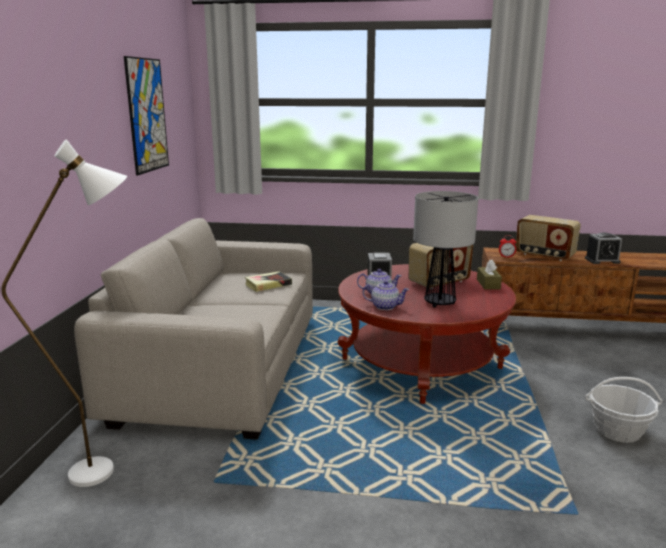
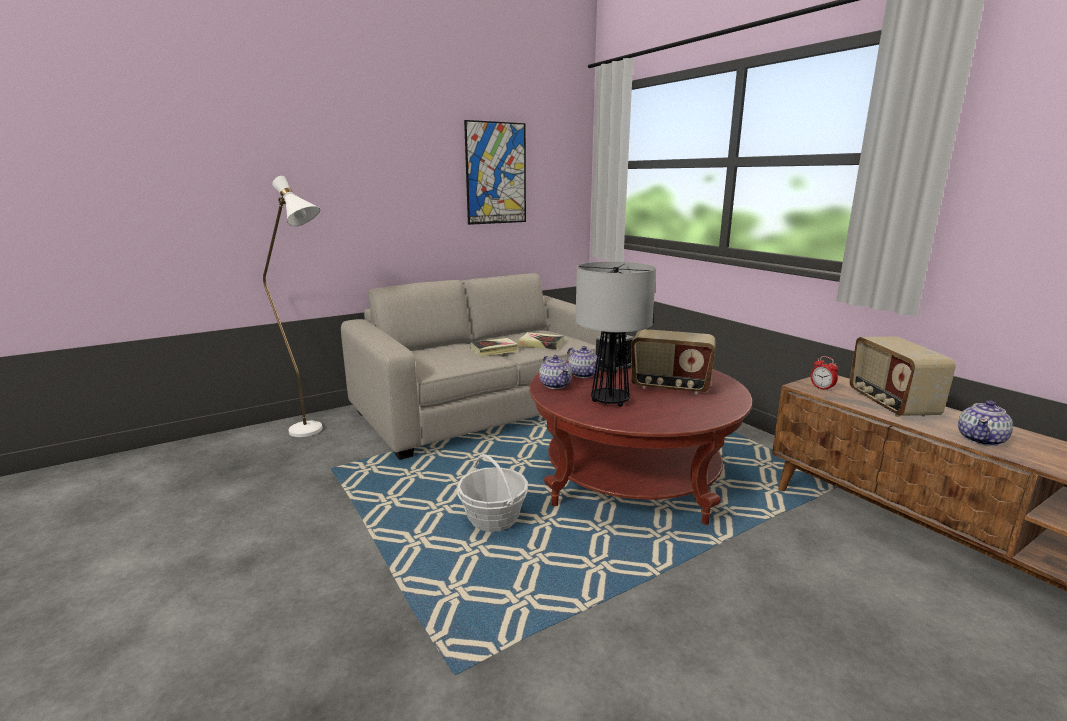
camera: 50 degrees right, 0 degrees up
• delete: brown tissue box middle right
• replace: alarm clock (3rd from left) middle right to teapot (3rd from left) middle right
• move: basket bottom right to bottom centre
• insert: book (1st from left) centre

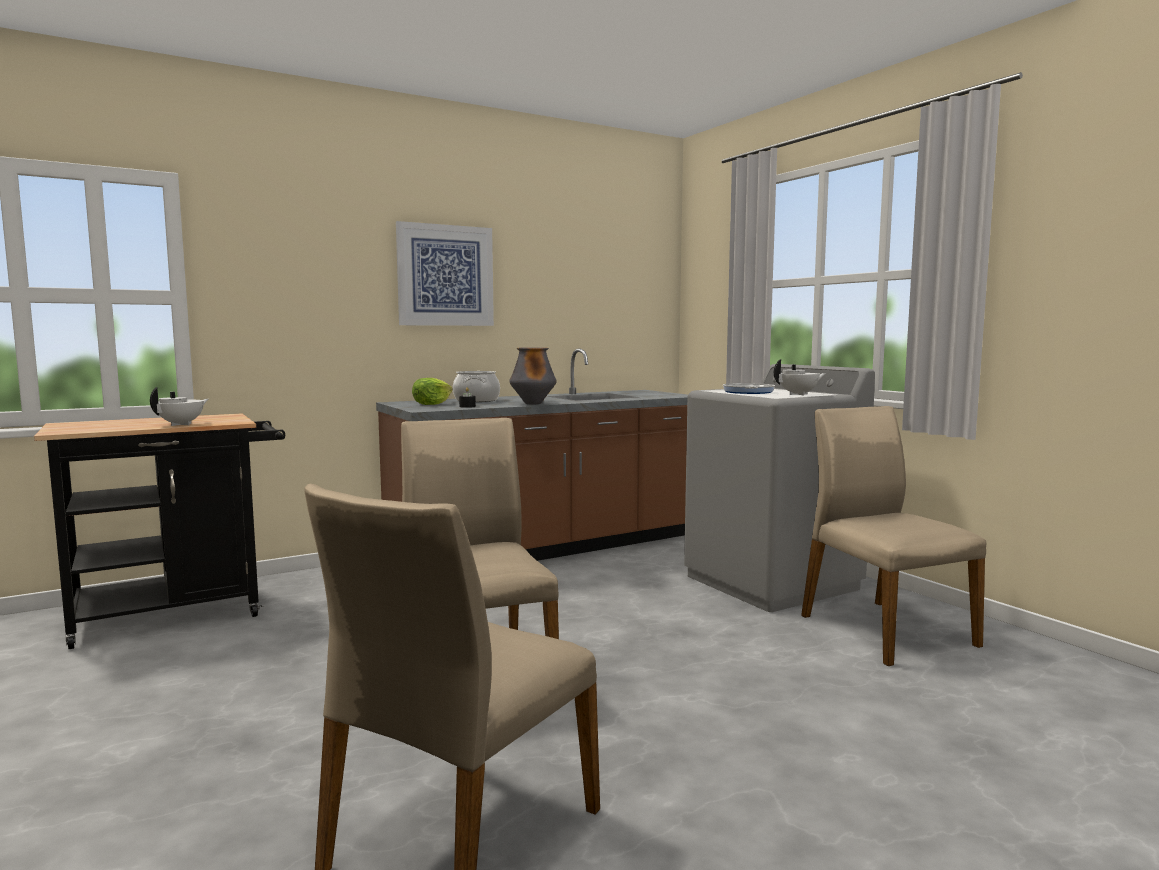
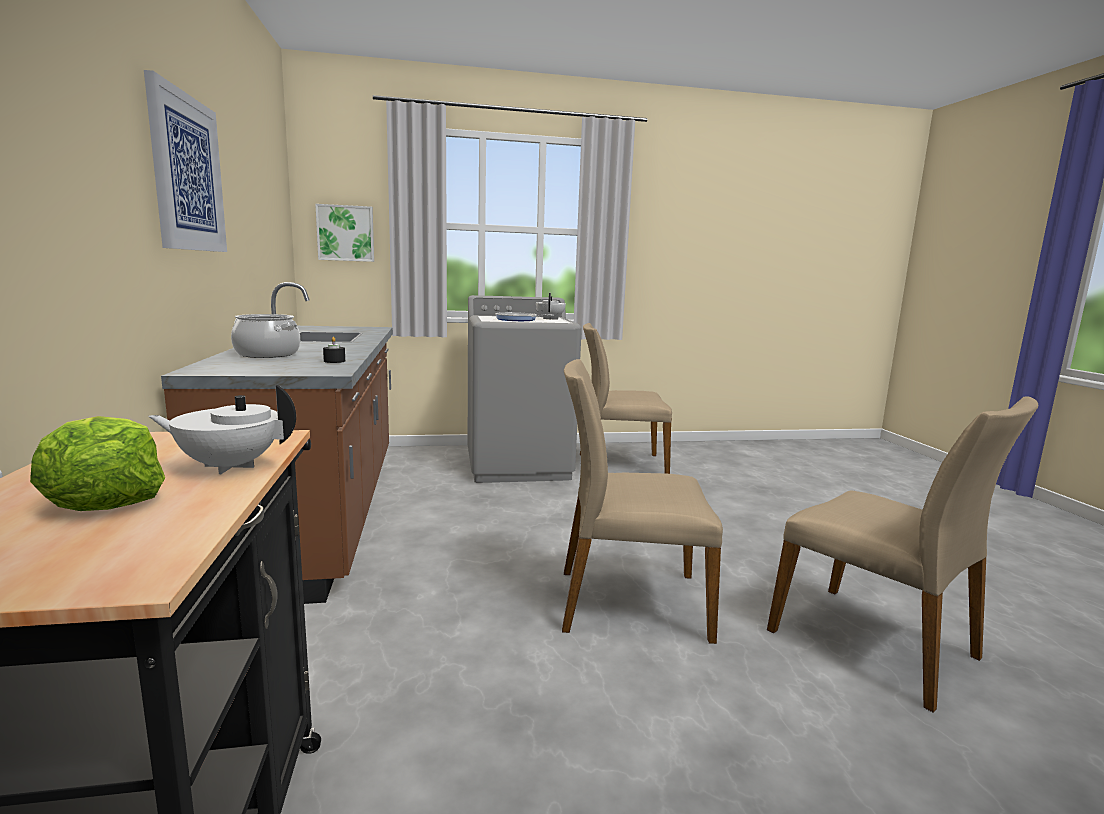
camera: 70 degrees left, 5 degrees up
• rotate: white teapot (1st from left) middle left = middle left 45 degrees counterclockwise
• move: lettuce centre to middle left
• delete: vase centre
• insert: picture (2nd from left) top left

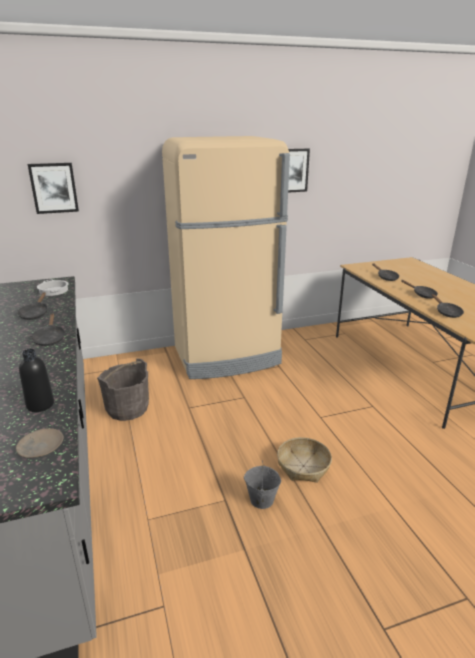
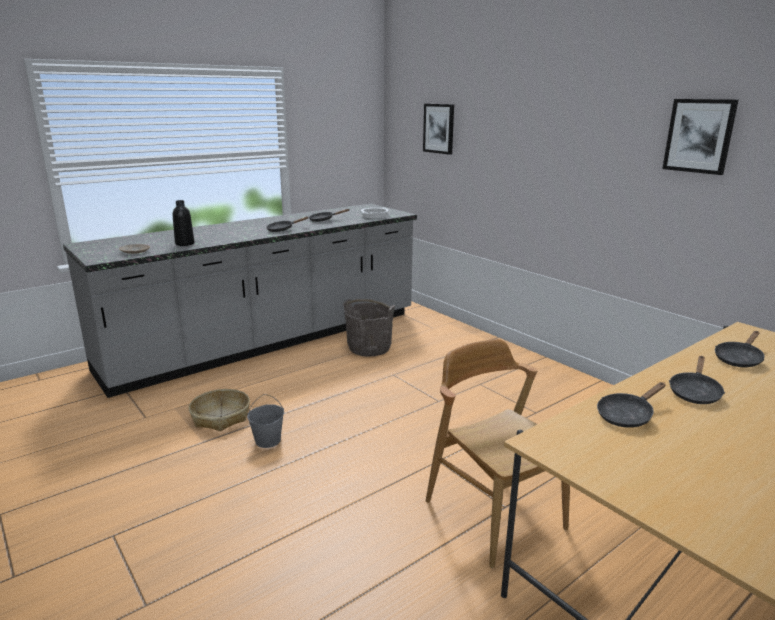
camera: 70 degrees right, 5 degrees down
• delete: beige fridge centre
• move: basket bottom centre to middle left
• insert: brown chair bottom centre

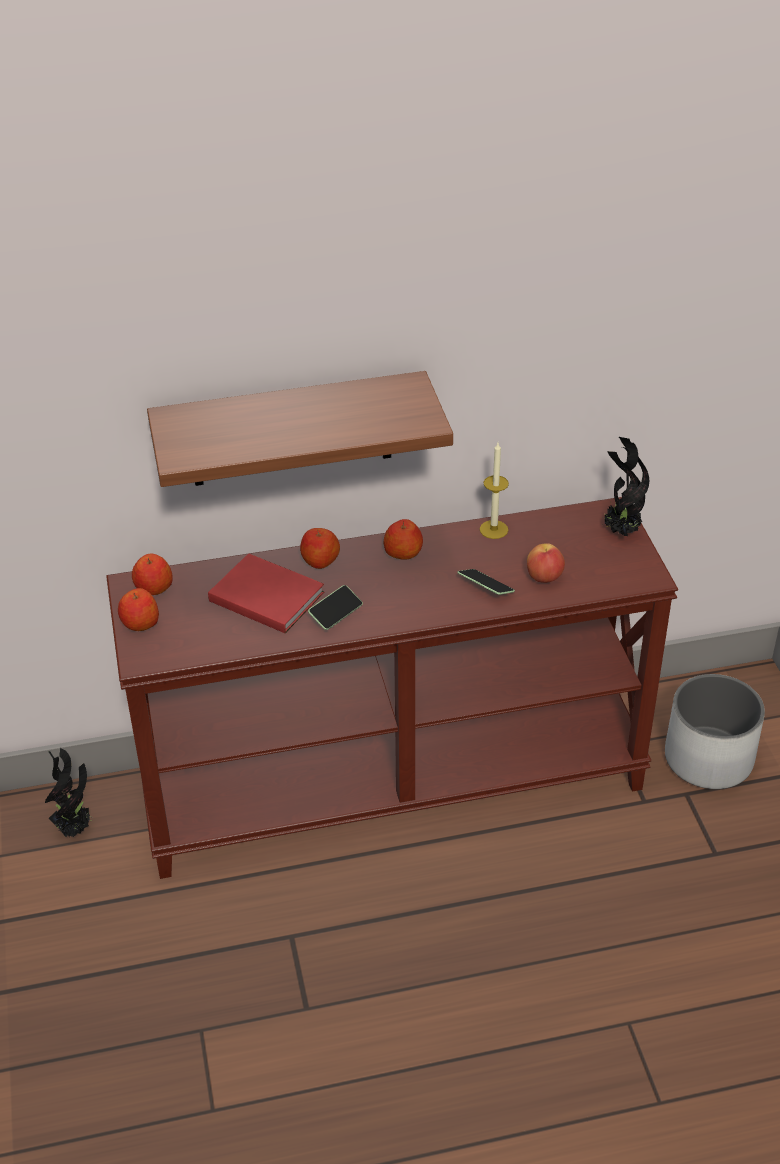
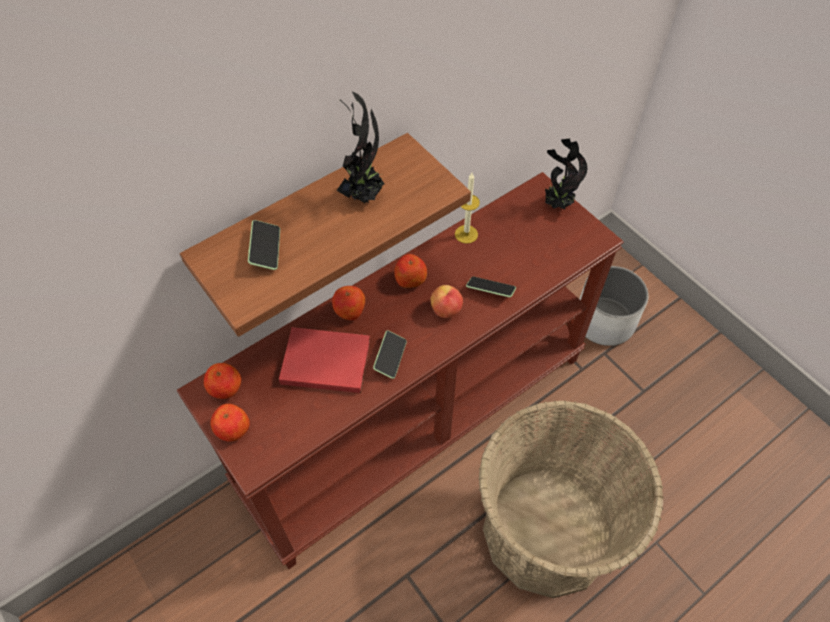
camera: 25 degrees left, 15 degrees up
• move: potted plant (1st from left) bottom left to top centre
• move: apple (5th from left) middle right to centre
• insert: phone (1st from left) middle left
• insert: basket bottom right

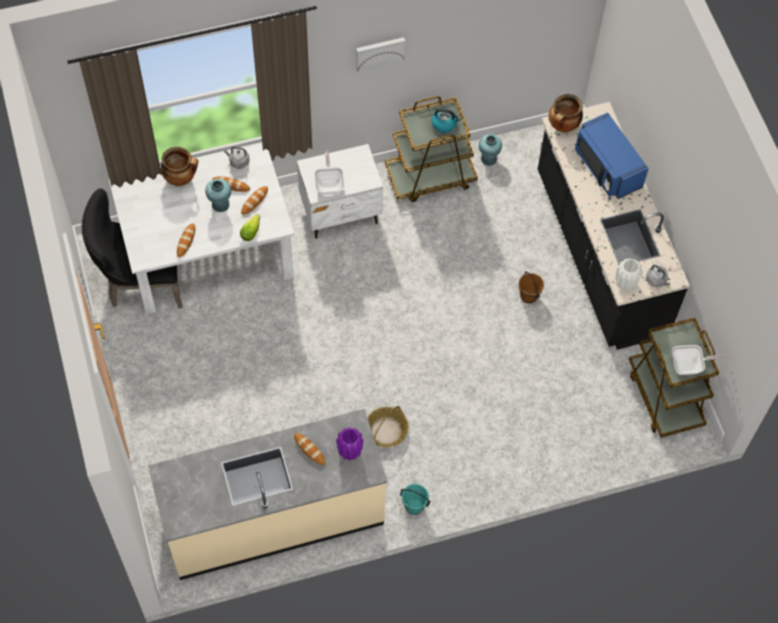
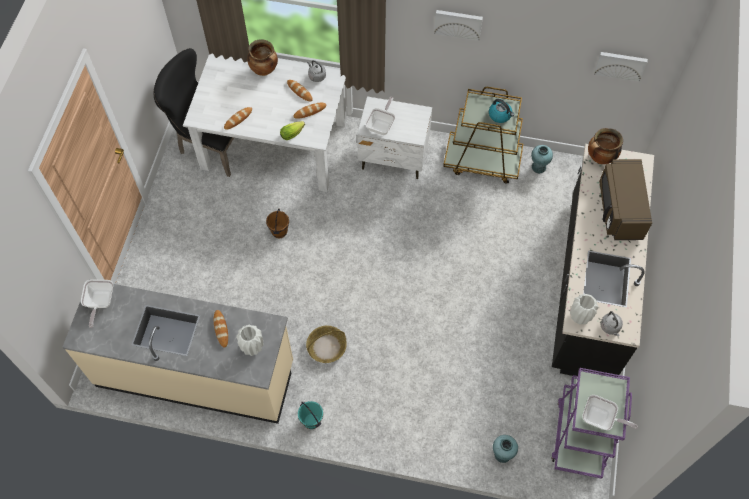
camera: 30 degrees right, 0 degrees up
• move: turquoise vase (1st from left) top left to bottom right
• recolor: purple vase bottom centre to white vase (1st from left) bottom left
• move: brown bucket middle right to centre
• recolor: blue microwave top right to brown microwave middle right
• recolor: brown cart (2nd from left) middle right to purple cart bottom right
• insert: frying pan (1st from left) middle left
• insert: picture (2nd from left) top right

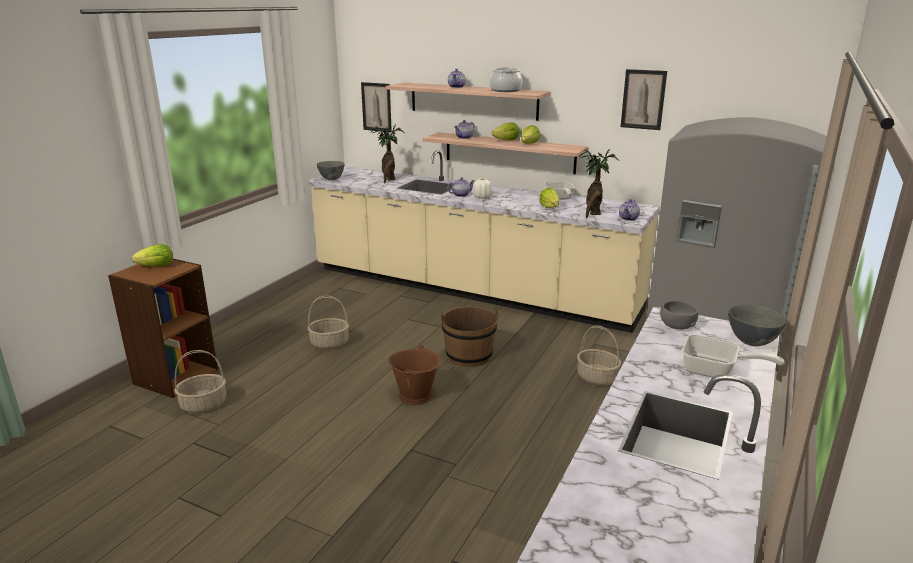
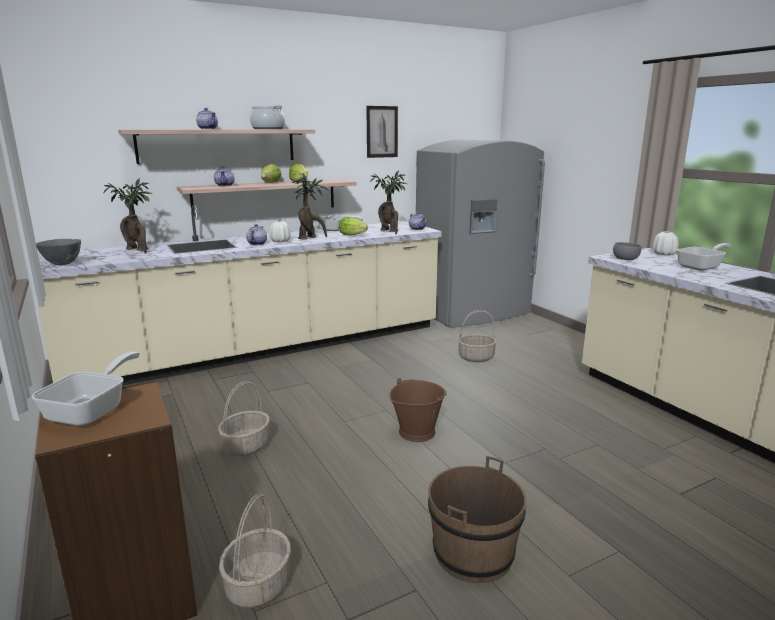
camera: 55 degrees left, 5 degrees down
• replace: lettuce (1st from left) middle left to frying pan (1st from left) middle left
• delete: picture (1st from left) top centre
• move: brown bucket (2nd from left) centre to bottom centre
• replace: grey bowl (3rd from left) middle right to white vase (2nd from left) middle right
• insert: potted plant (2nd from left) top centre

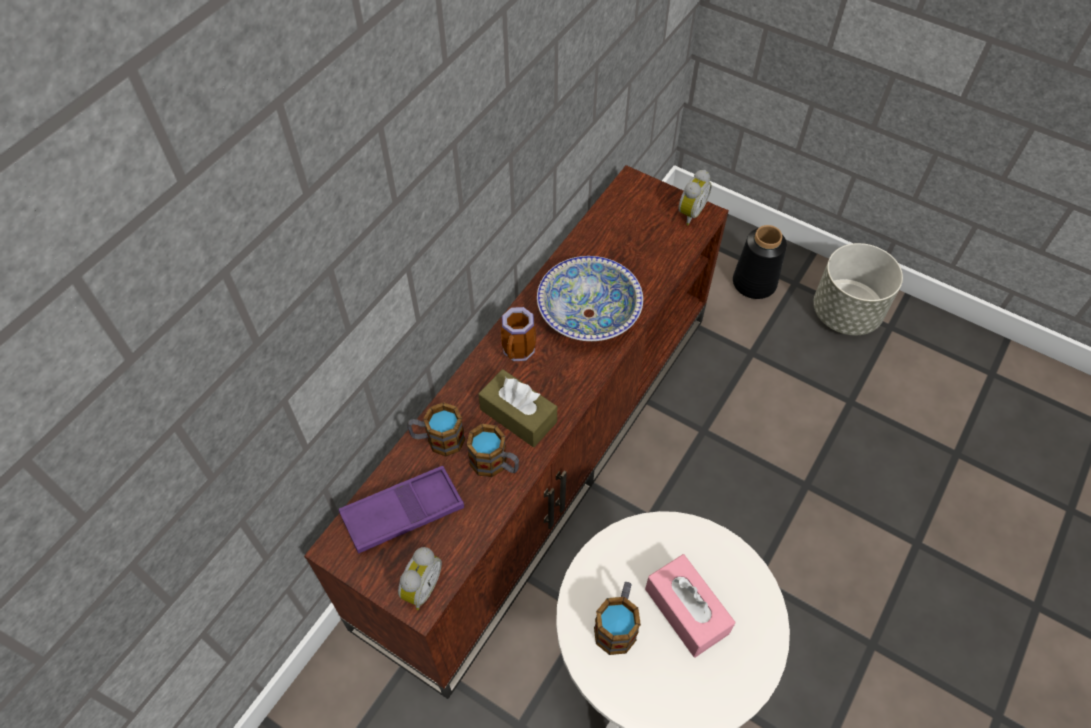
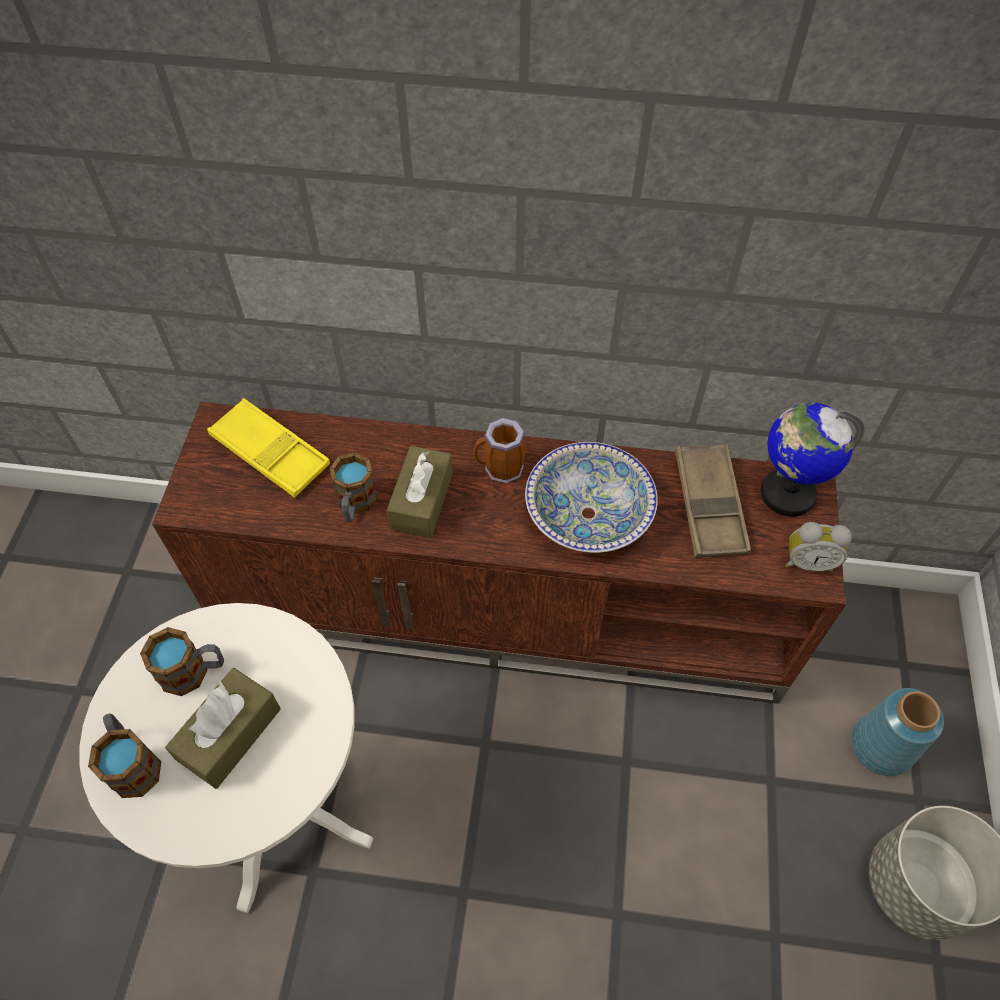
camera: 65 degrees right, 0 degrees up
• recolor: purple tray bottom centre to yellow tray middle left
• delete: alarm clock (1st from left) bottom centre
• move: mug (1st from left) centre to bottom left
• recolor: pink tissue box bottom centre to brown tissue box (1st from left) bottom left
• recolor: black vase middle right to blue vase bottom right
• insert: brown tray middle right
• insert: globe middle right

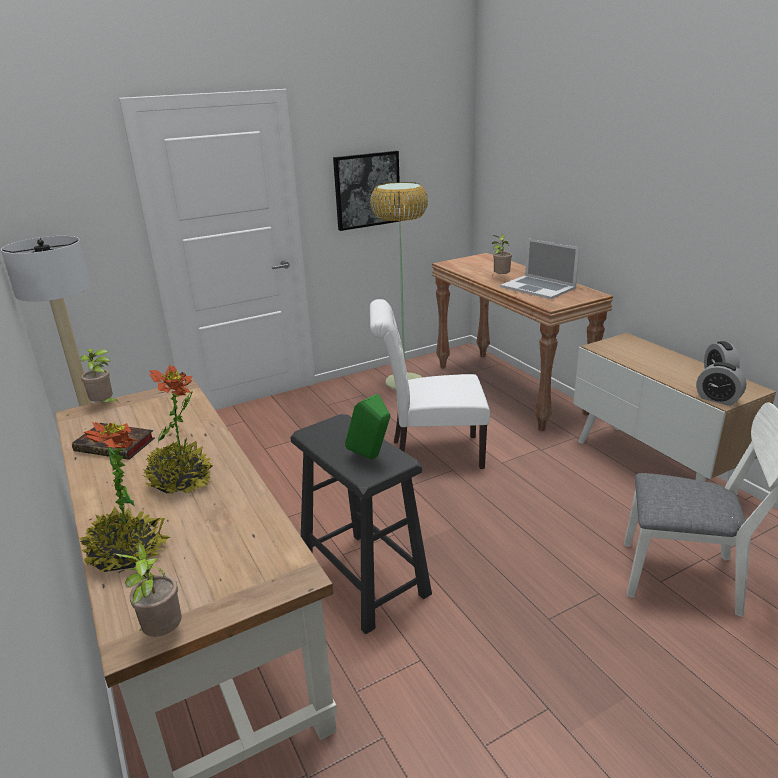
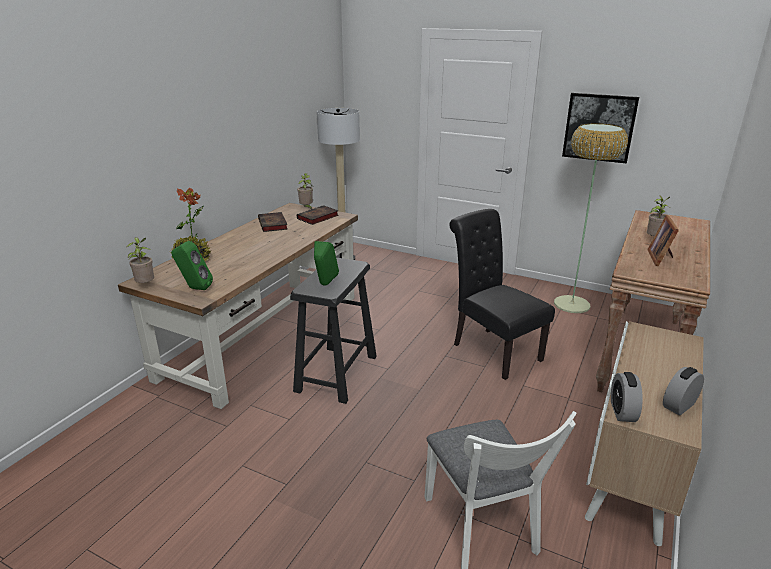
camera: 55 degrees right, 0 degrees up
• delete: potted plant (4th from left) middle left
• recolor: white chair (1st from left) centre to black chair centre
• replace: laptop middle right to picture frame middle right
• insert: green speaker (1st from left) middle left
• insert: book (2nd from left) centre

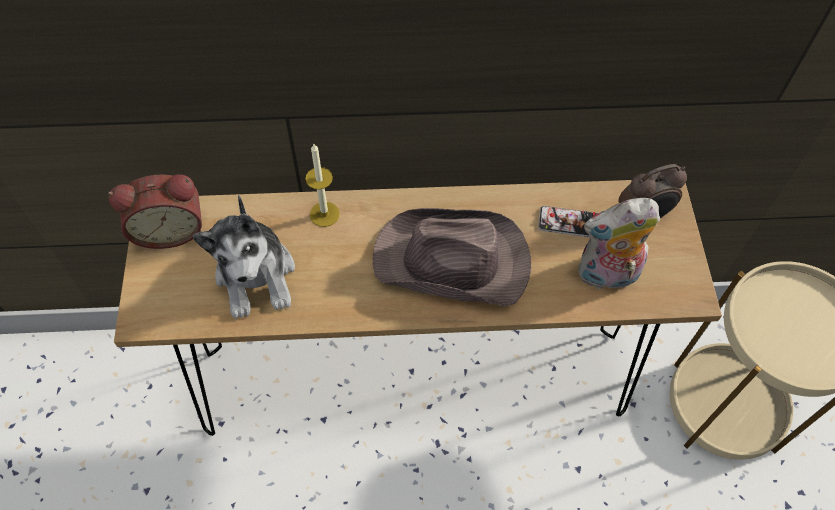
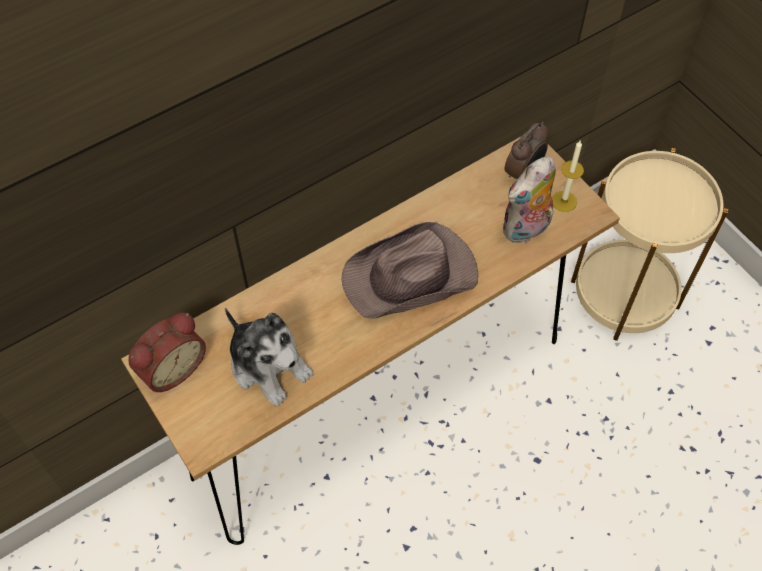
camera: 30 degrees left, 0 degrees up
• move: candle centre to top right
• delete: phone middle right

